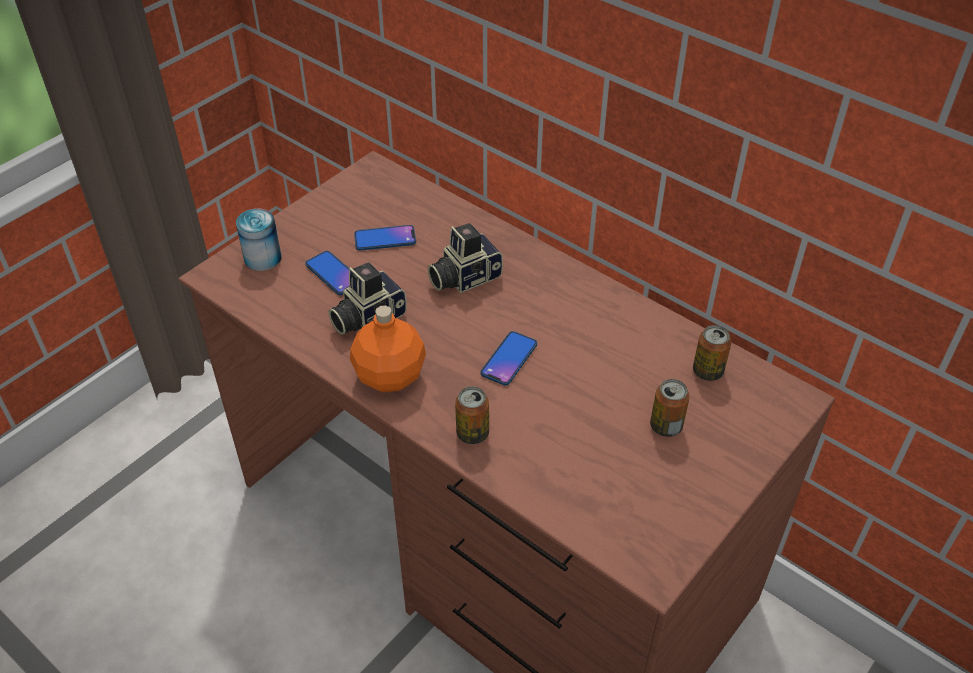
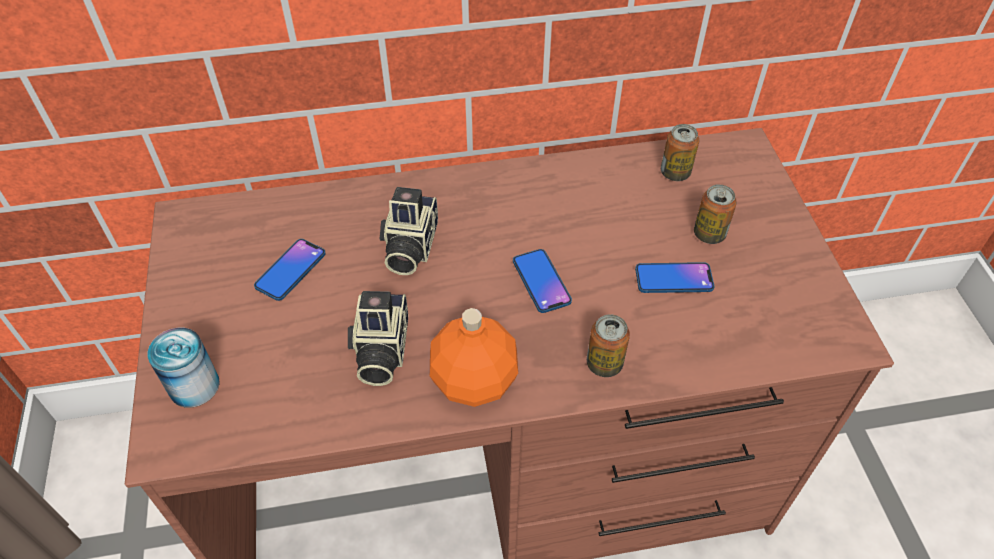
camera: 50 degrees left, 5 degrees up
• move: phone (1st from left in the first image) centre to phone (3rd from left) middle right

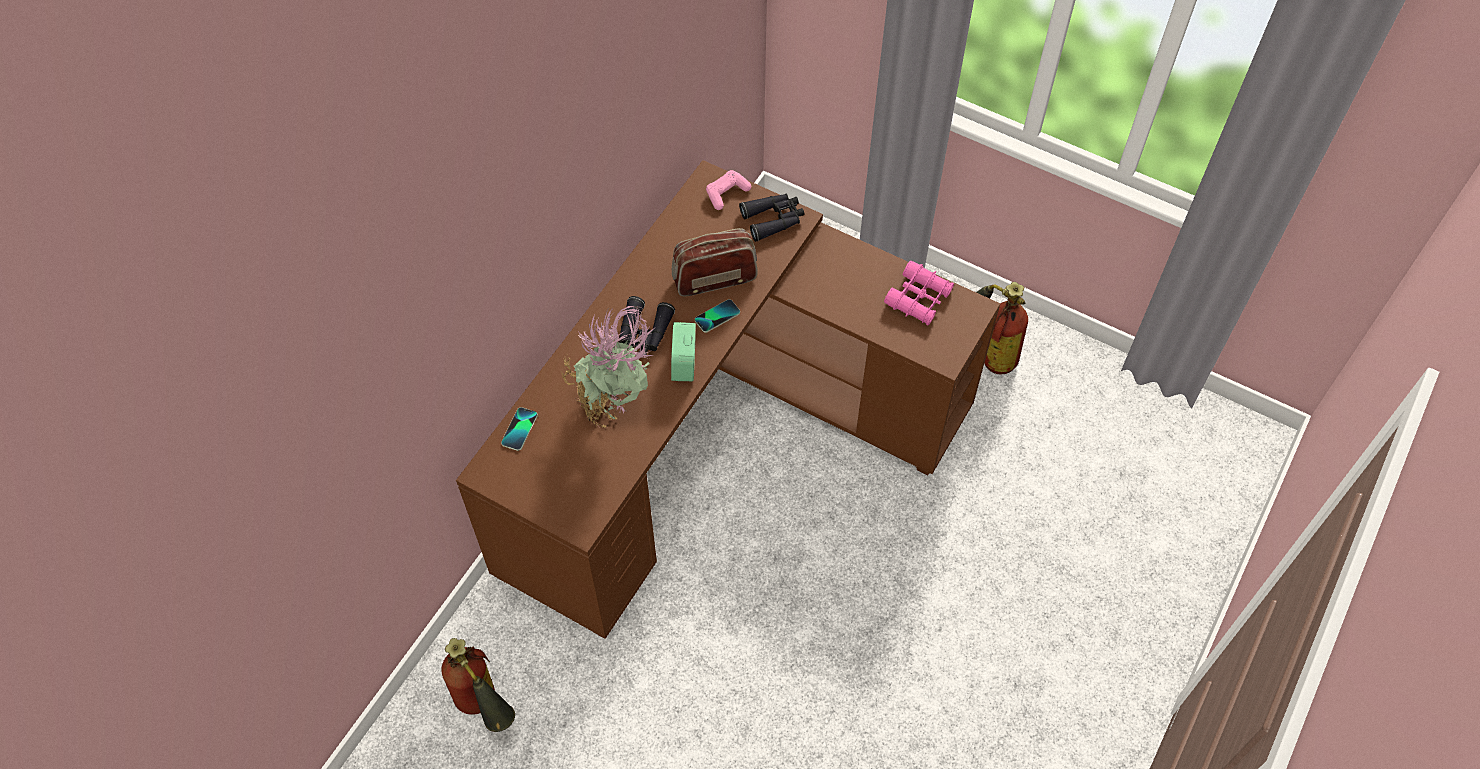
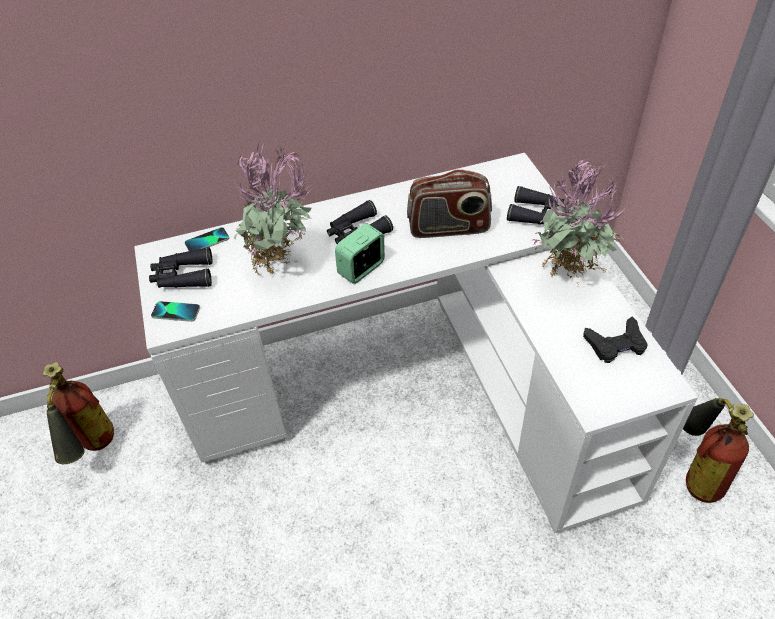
camera: 45 degrees right, 10 degrees down
• recolor: brown desk centre to white desk centre
• rotate: radio centre = top centre 150 degrees clockwise
• move: phone (2nd from left in the first image) centre to phone (1st from left) middle left
• delete: pink game controller top centre
• replace: pink binoculars centre to black game controller middle right
• insert: black binoculars (1st from left) middle left
• insert: potted plant (2nd from left) middle right

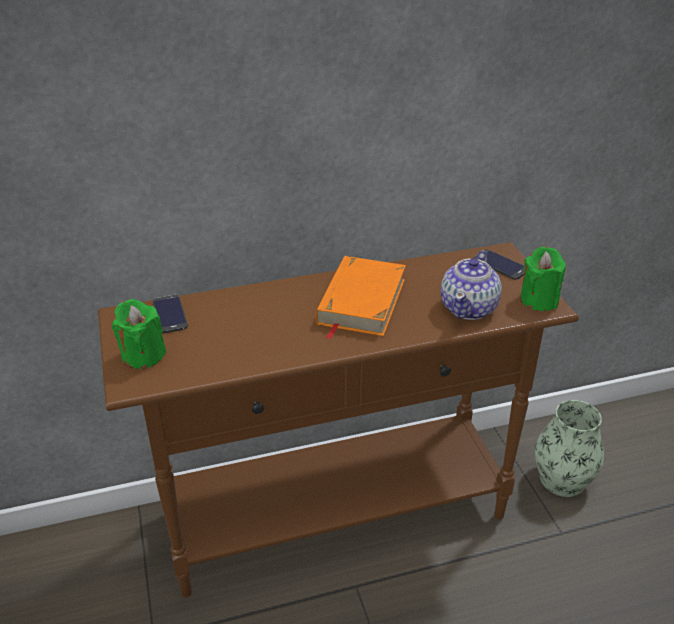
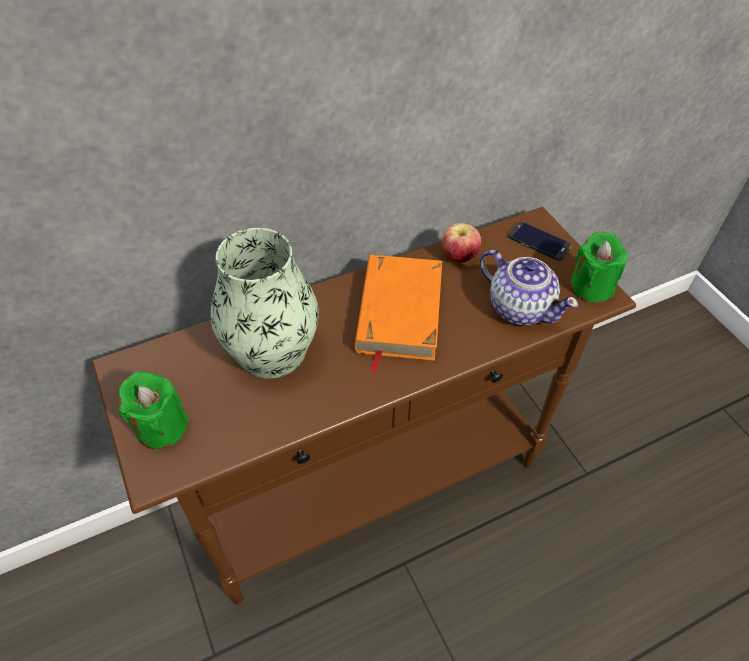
camera: 10 degrees left, 15 degrees up
• delete: phone (1st from left) middle left
• rotate: teapot middle right = middle right 60 degrees counterclockwise
• move: vase bottom right to centre
• insert: apple centre

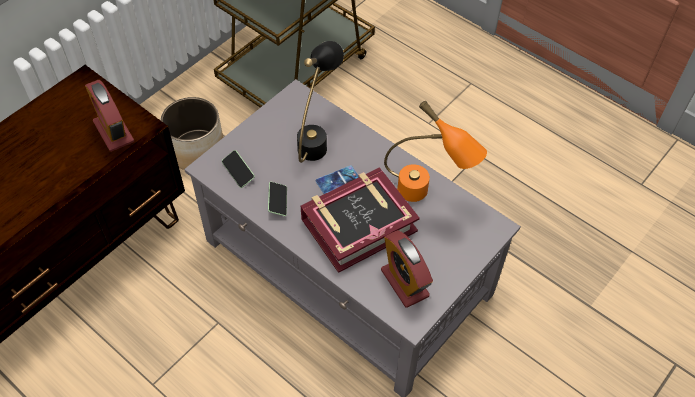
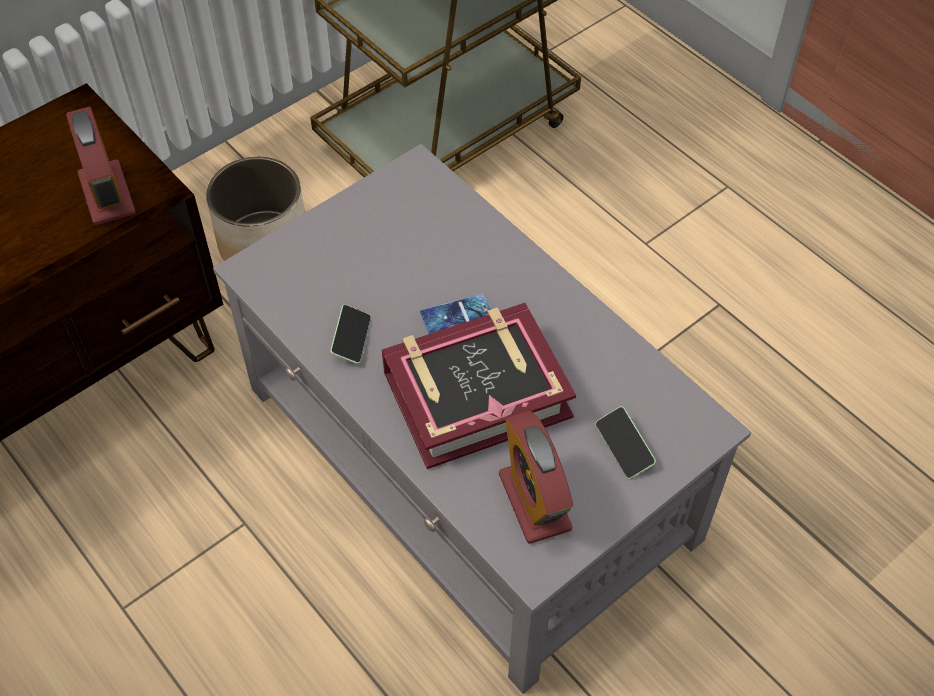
camera: 10 degrees right, 0 degrees up
• move: phone (1st from left in the first image) centre to phone (3rd from left) middle right
• delete: black table lamp top centre
• delete: orange table lamp centre

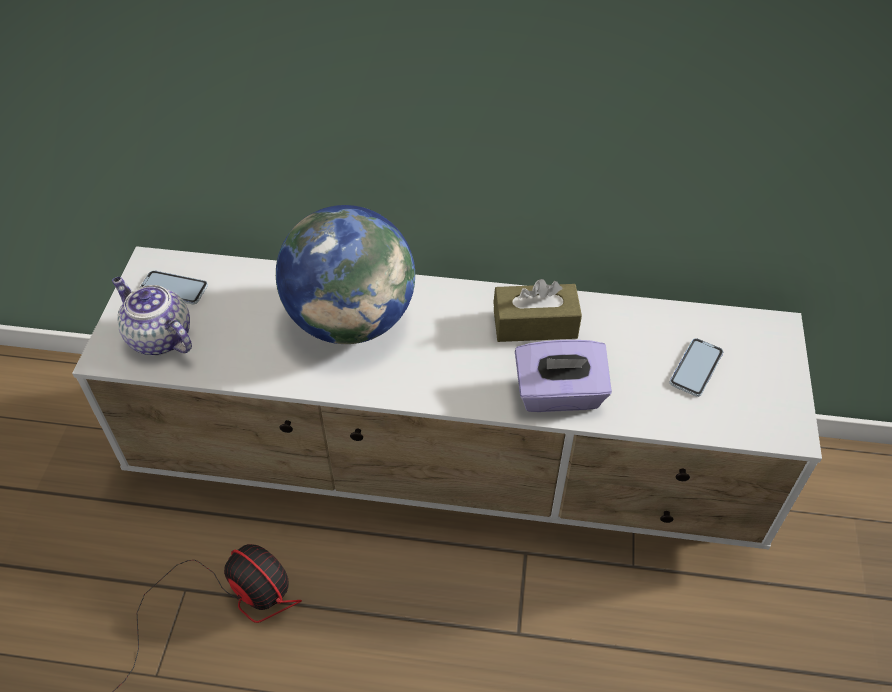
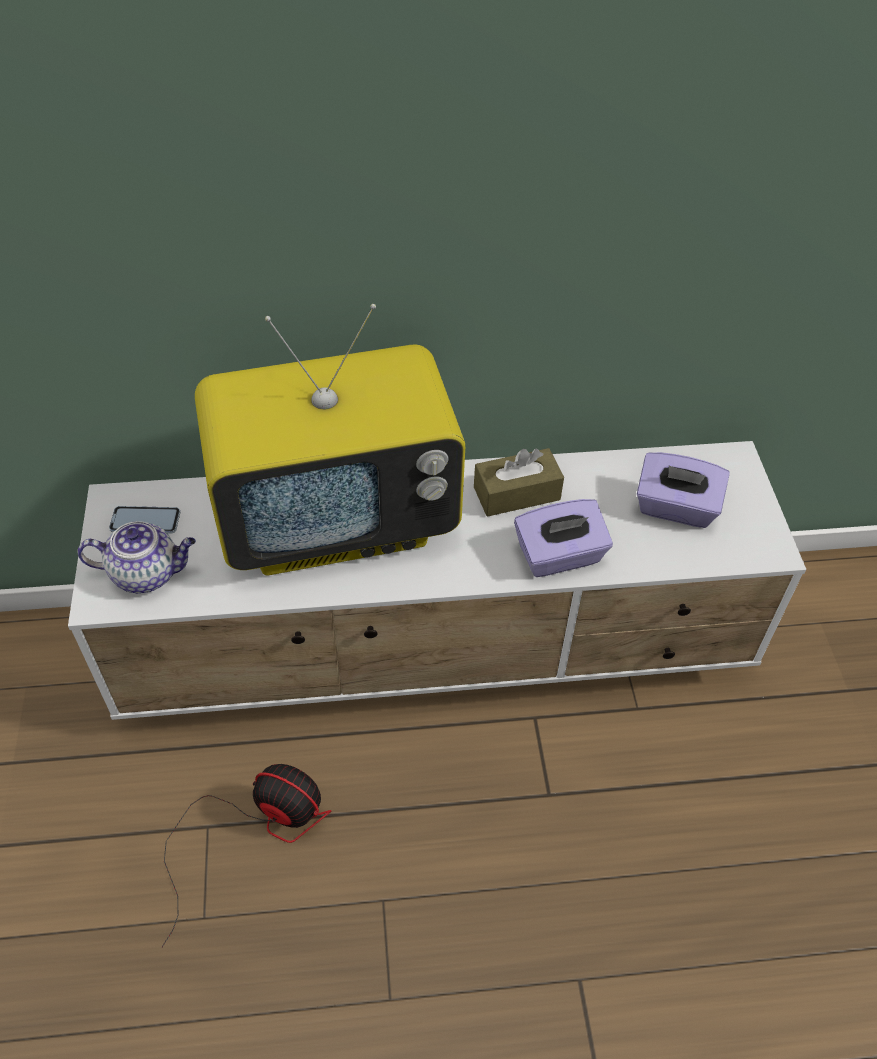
camera: 15 degrees left, 0 degrees up
• rotate: teapot middle left = middle left 150 degrees clockwise
• replace: globe centre to television centre
• replace: phone (2nd from left) middle right to purple tissue box (2nd from left) middle right

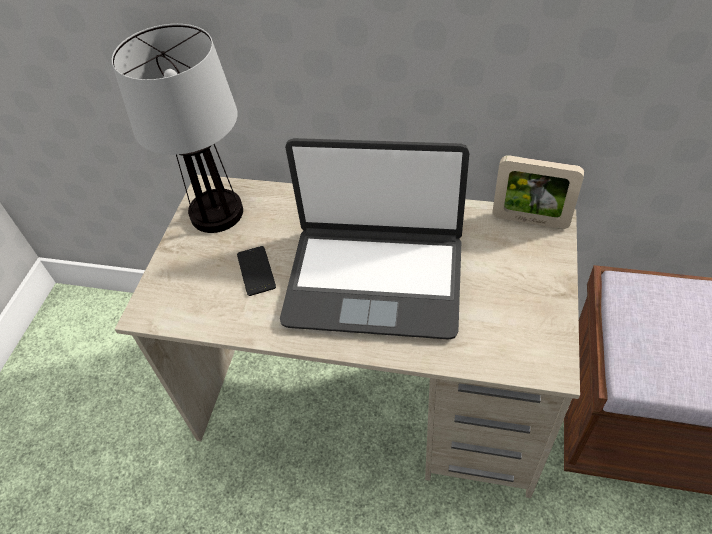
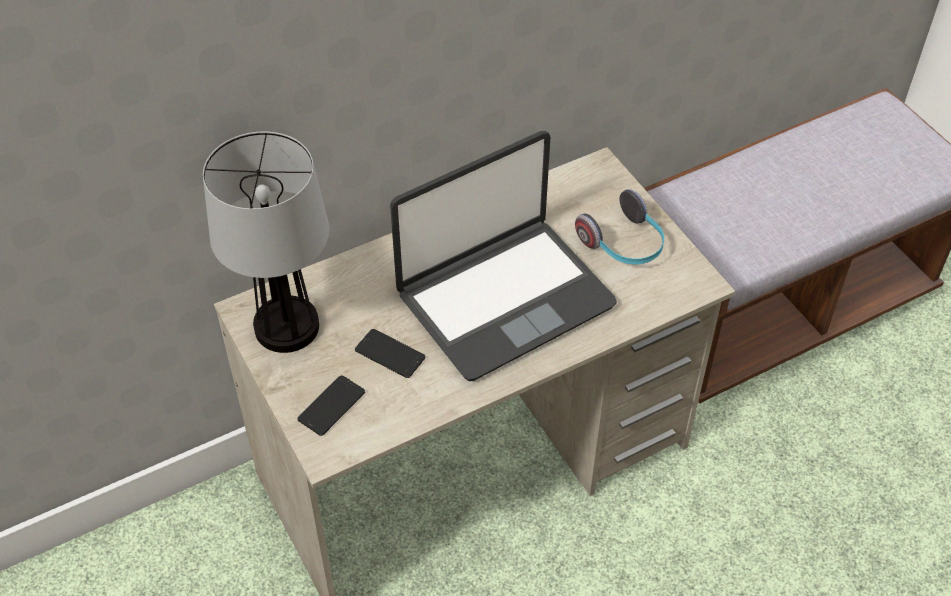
camera: 45 degrees left, 0 degrees up
• delete: picture frame middle right
• insert: phone (1st from left) bottom centre
• insert: headphones centre

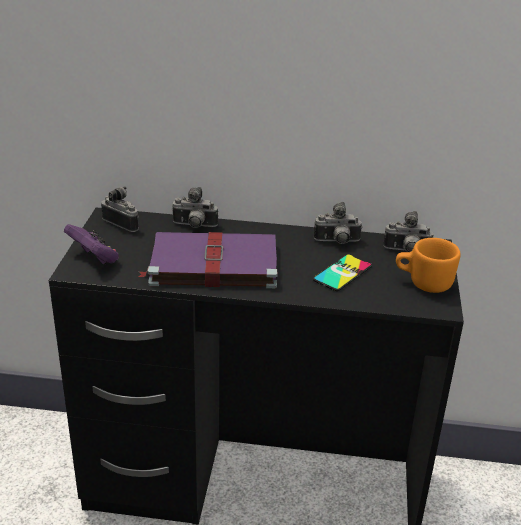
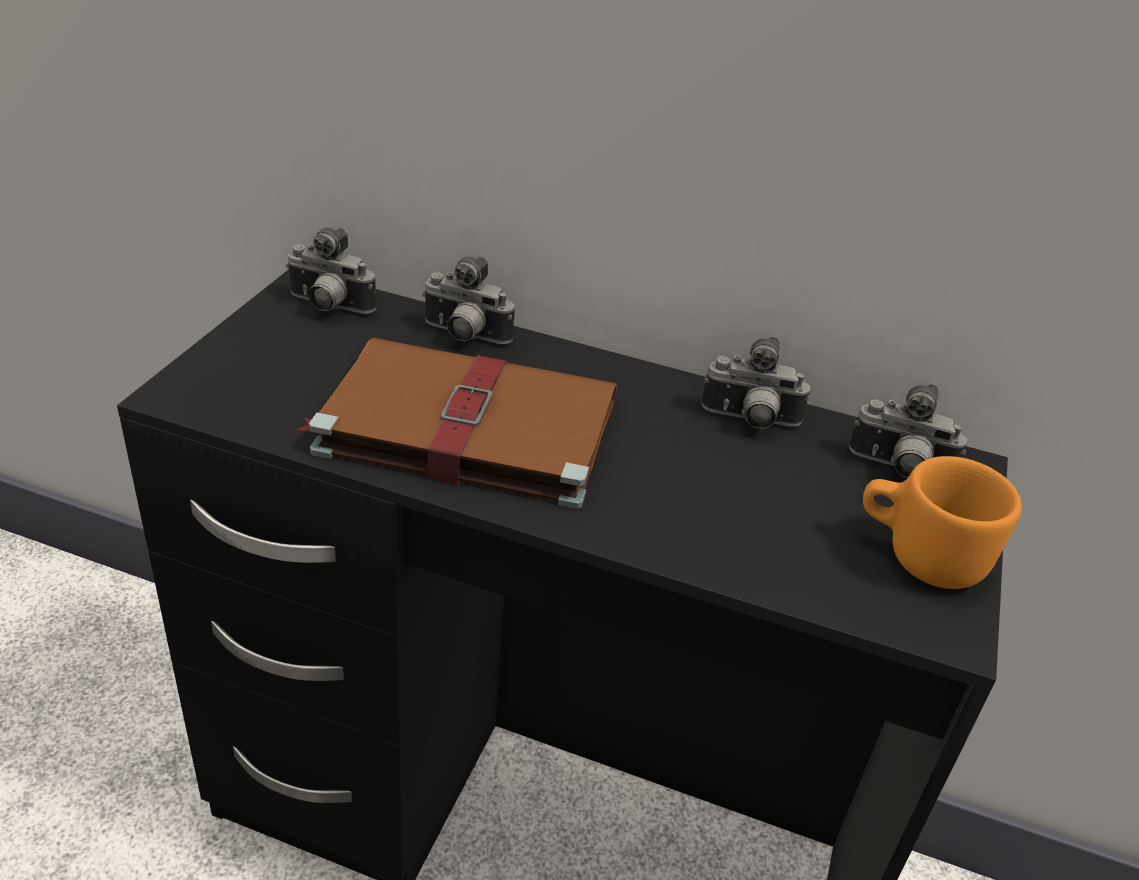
camera: 10 degrees right, 5 degrees up
• delete: purple game controller middle left
• rotate: photo camera (1st from left) middle left = top left 150 degrees clockwise
• recolor: purple book centre to brown book centre
• delete: phone centre

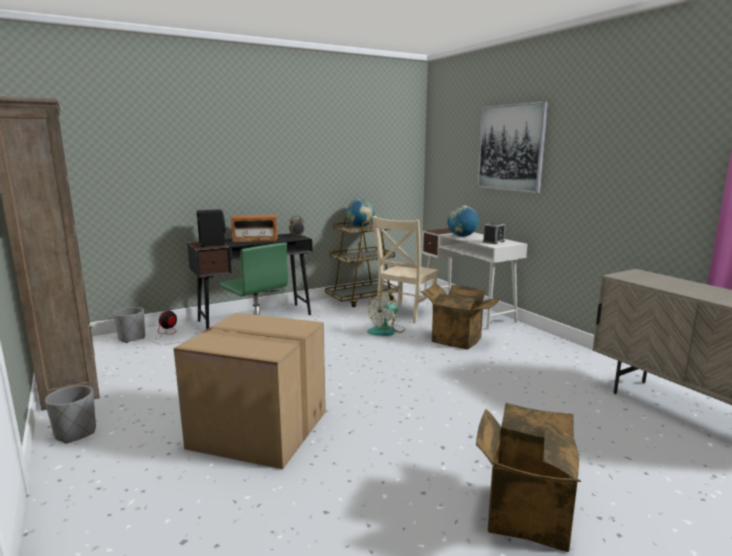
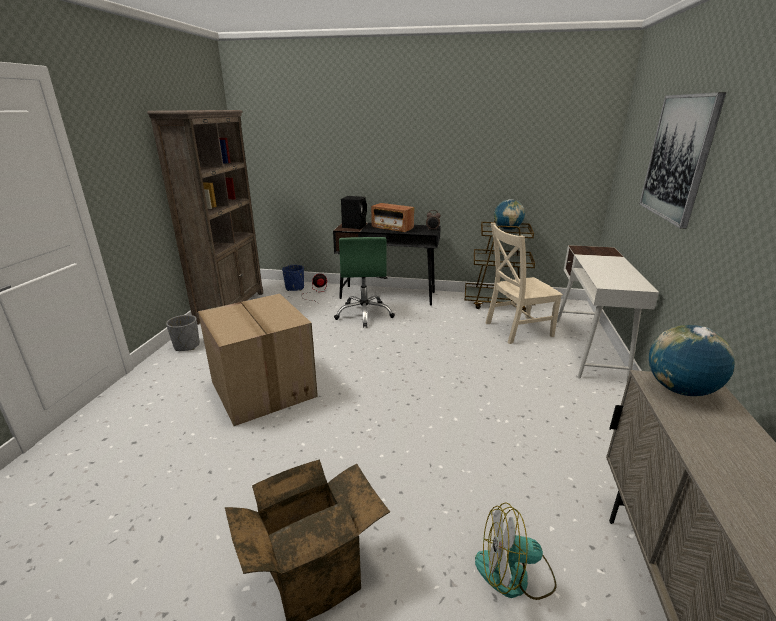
camera: 40 degrees right, 10 degrees up
• recolor: grey planter (2nd from left) middle left to blue planter centre
• move: fan (2nd from left) centre to bottom centre
• delete: cardboard box (2nd from left) centre
• move: globe (2nd from left) centre to middle right
• delete: alarm clock (2nd from left) middle right

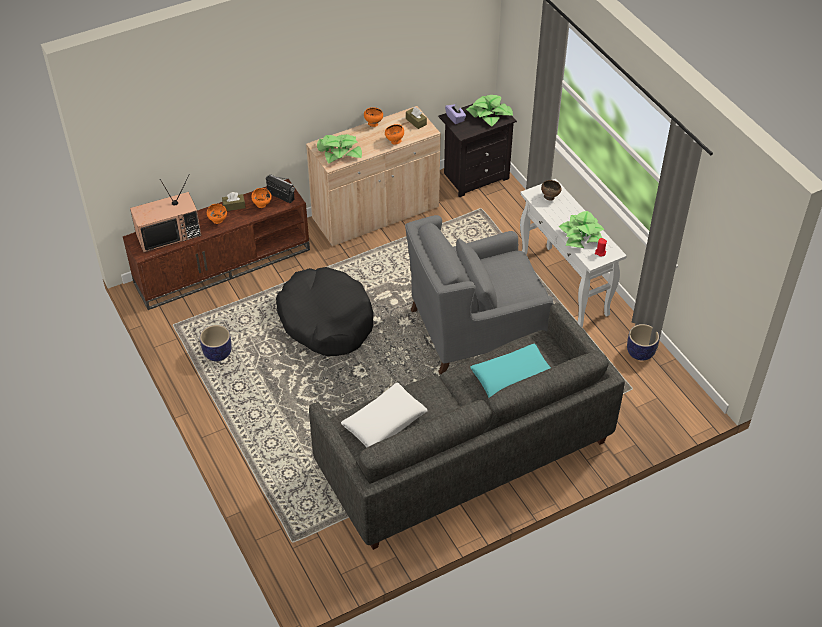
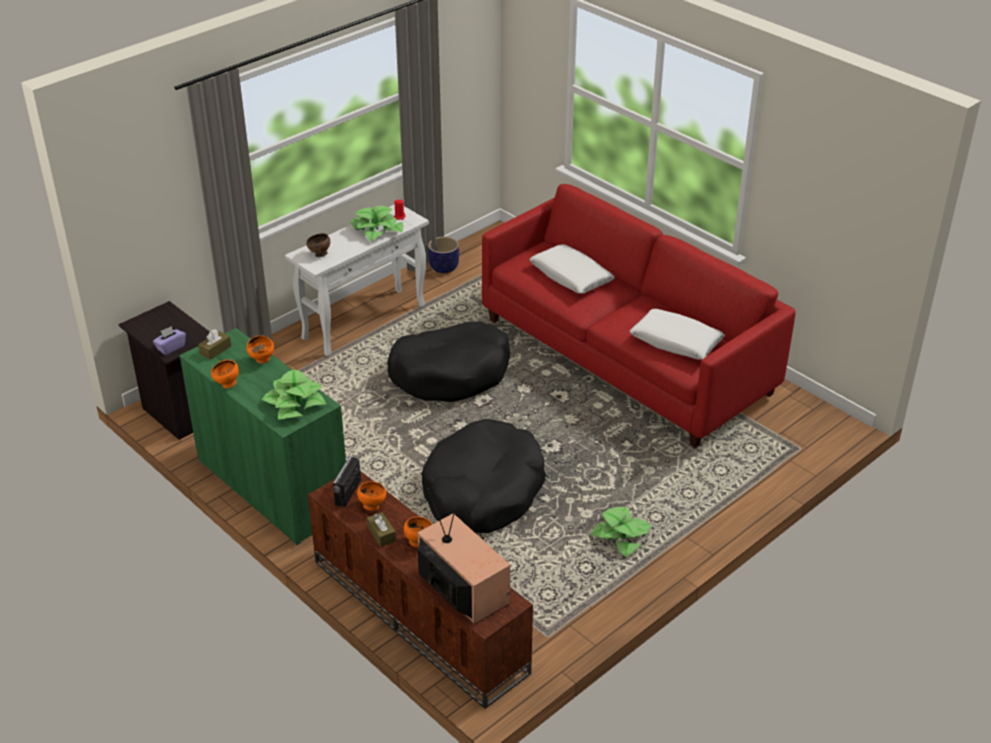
camera: 105 degrees left, 10 degrees down
• delete: planter (1st from left) middle left
• recolor: beige cabinet top centre to green cabinet middle left
• recolor: grey sofa bottom centre to red sofa centre
• replace: grey armchair centre to black dog bed (1st from left) centre
• move: potted plant (2nd from left in the first image) top centre to potted plant (3rd from left) bottom centre
• recolor: turquoise pillow centre to white pillow (1st from left) centre

